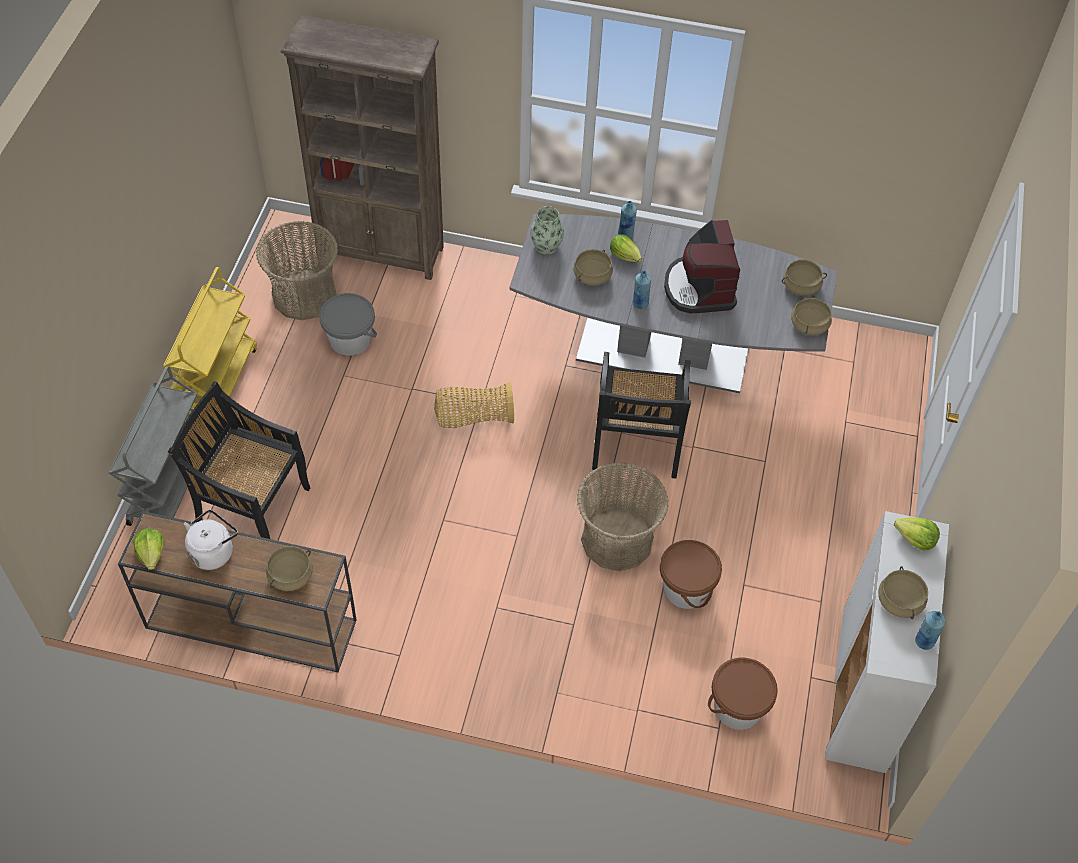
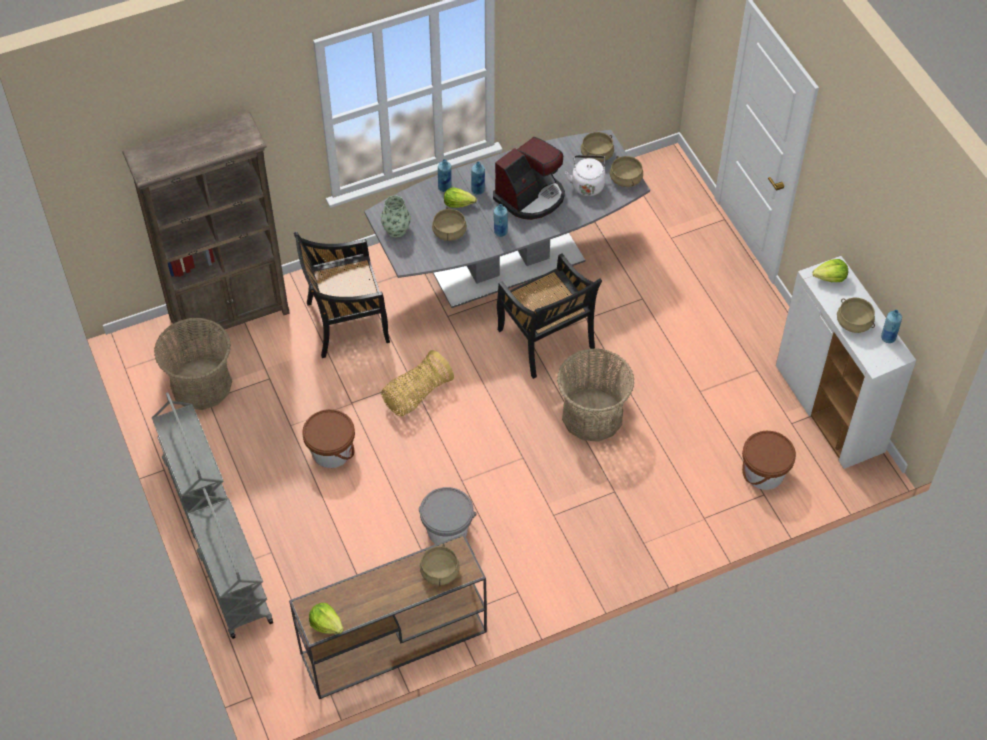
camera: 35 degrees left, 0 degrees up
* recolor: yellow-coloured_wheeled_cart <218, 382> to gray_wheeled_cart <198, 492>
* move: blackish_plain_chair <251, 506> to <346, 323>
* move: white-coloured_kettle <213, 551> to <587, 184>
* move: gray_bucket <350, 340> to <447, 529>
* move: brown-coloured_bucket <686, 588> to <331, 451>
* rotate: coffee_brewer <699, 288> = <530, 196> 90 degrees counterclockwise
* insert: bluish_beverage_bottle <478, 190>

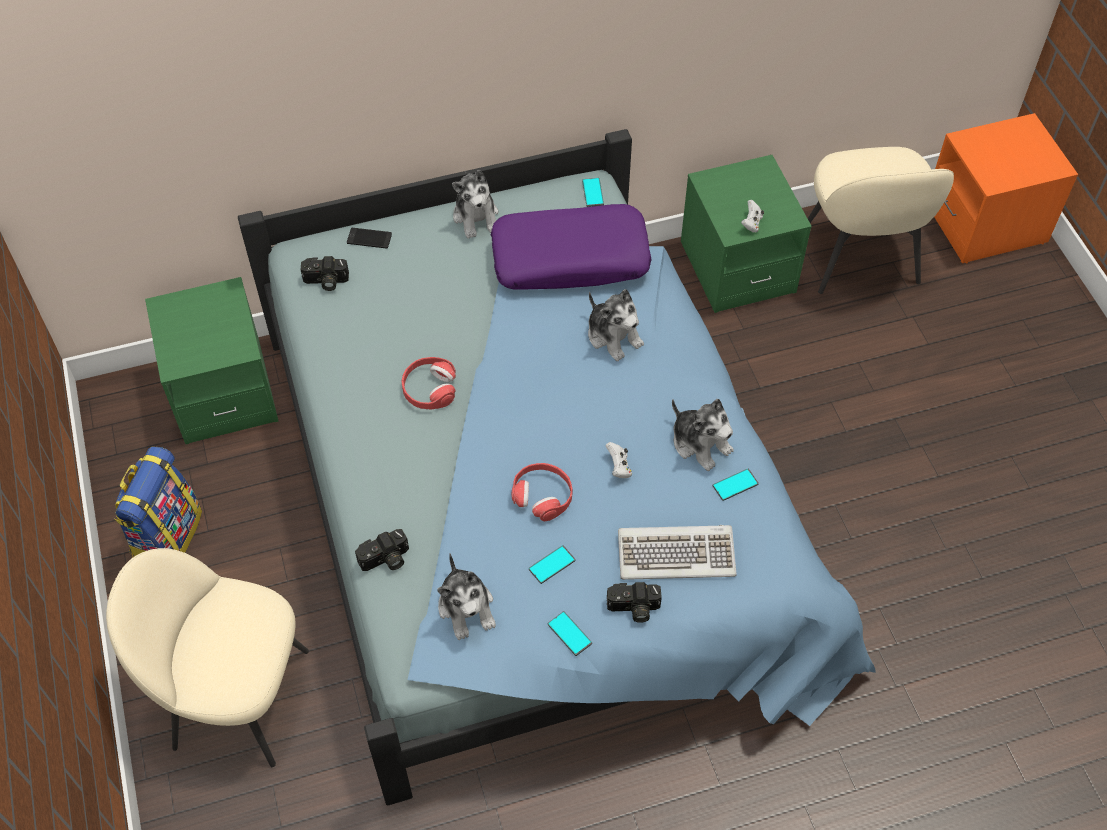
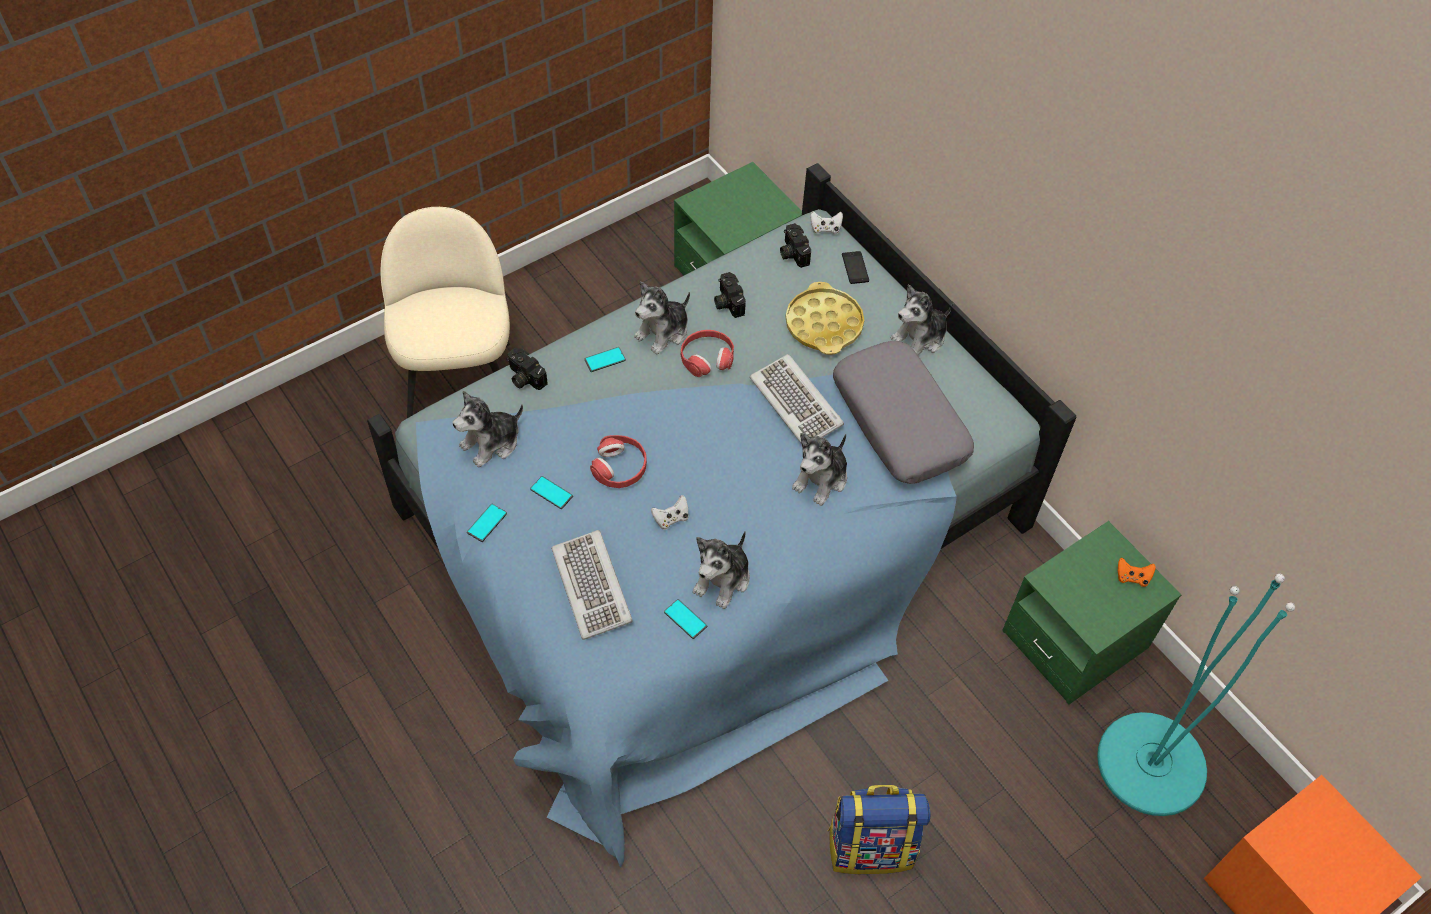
camera: 70 degrees right, 0 degrees up
* move: backpack <167, 535> to <871, 846>
* recolor: purplish_pillow <570, 258> to gray_pillow <900, 421>
* move: telephone <593, 192> to <605, 360>
* move: photo_camera <633, 609> to <727, 302>
* move: white-coloured_game_controller <751, 223> to <825, 229>
* replace: beige_plain_chair <860, 259> to blue-green_standard_lamp <1151, 763>
* insert: plush_toy <663, 332>
* insert: keyboard <797, 402>
* insert: yellow-coloured_serving_tray <824, 324>
* insert: orangey_game_controller <1132, 577>

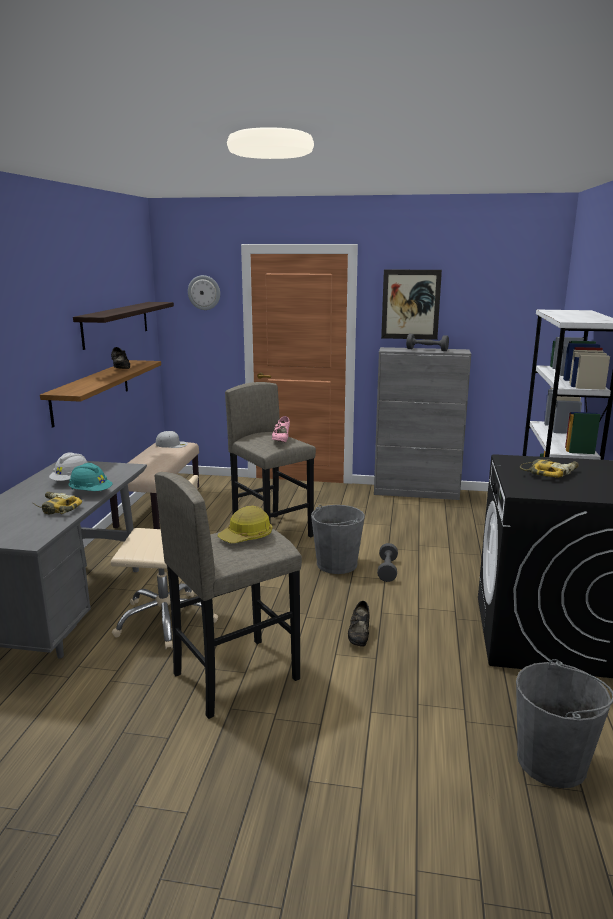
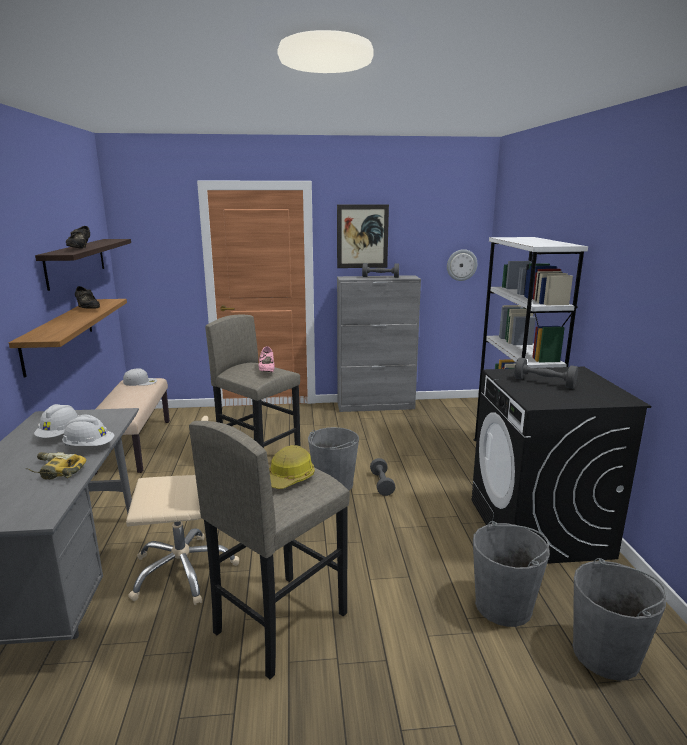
camera: 15 degrees left, 0 degrees up
* recolor: blue-green_work_helmet <91, 492> to white-coloured_work_helmet <89, 447>
* move: hanging_clock <204, 292> to <461, 265>
* move: blackish_shoe <359, 636> to <80, 249>
* replace: electric_drill <549, 473> to gray_free_weight <544, 383>
* insert: gray_bucket <504, 605>

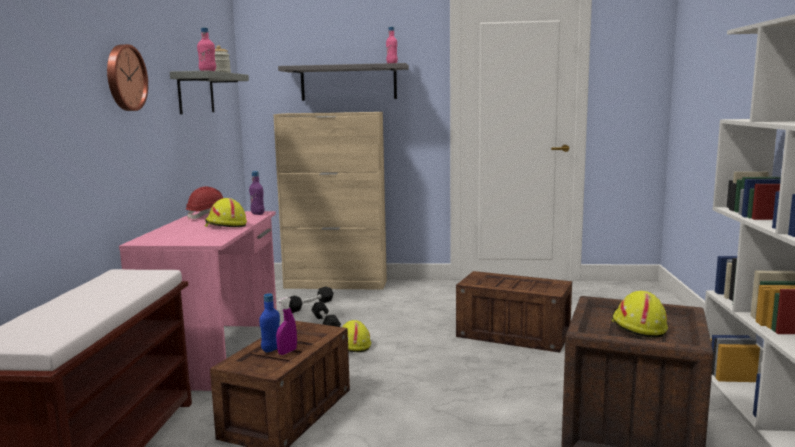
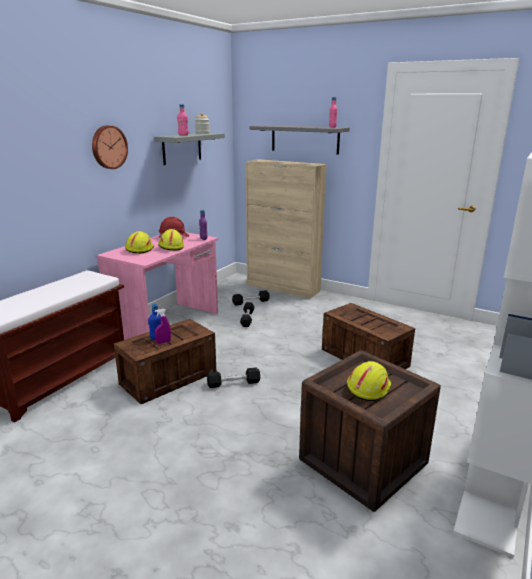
camera: 25 degrees right, 10 degrees up
* move: yellow-coloured_work_helmet <352, 345> to <139, 249>
* insert: blackish_free_weight <233, 383>

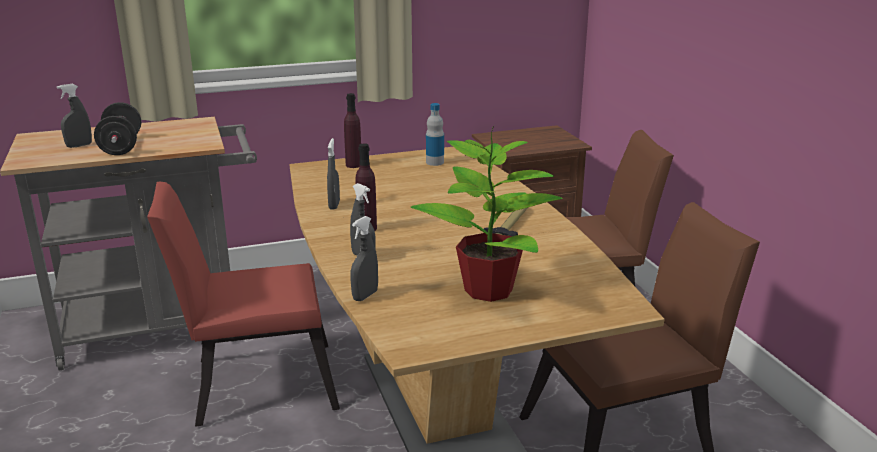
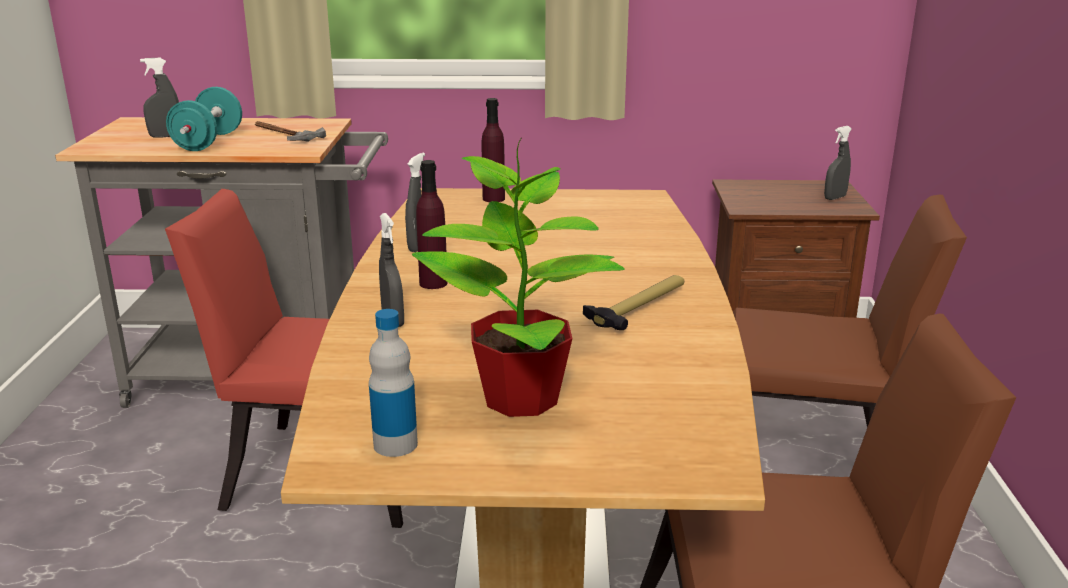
camera: 20 degrees right, 0 degrees up
* recolor: blackish_free_weight <121, 146> to blue-green_free_weight <208, 142>
* move: gray_sprayer <365, 296> to <835, 198>
* move: beverage_bottle <435, 162> to <395, 444>
* insert: hand_hammer <283, 134>

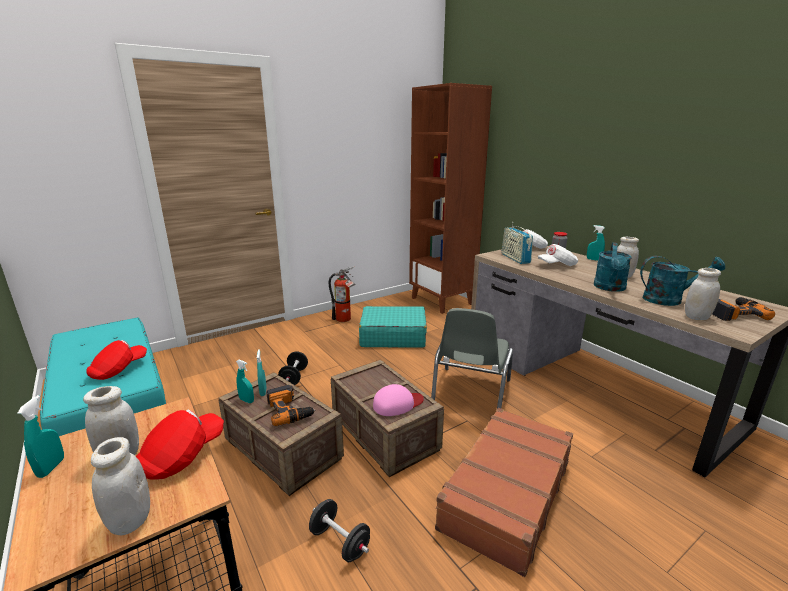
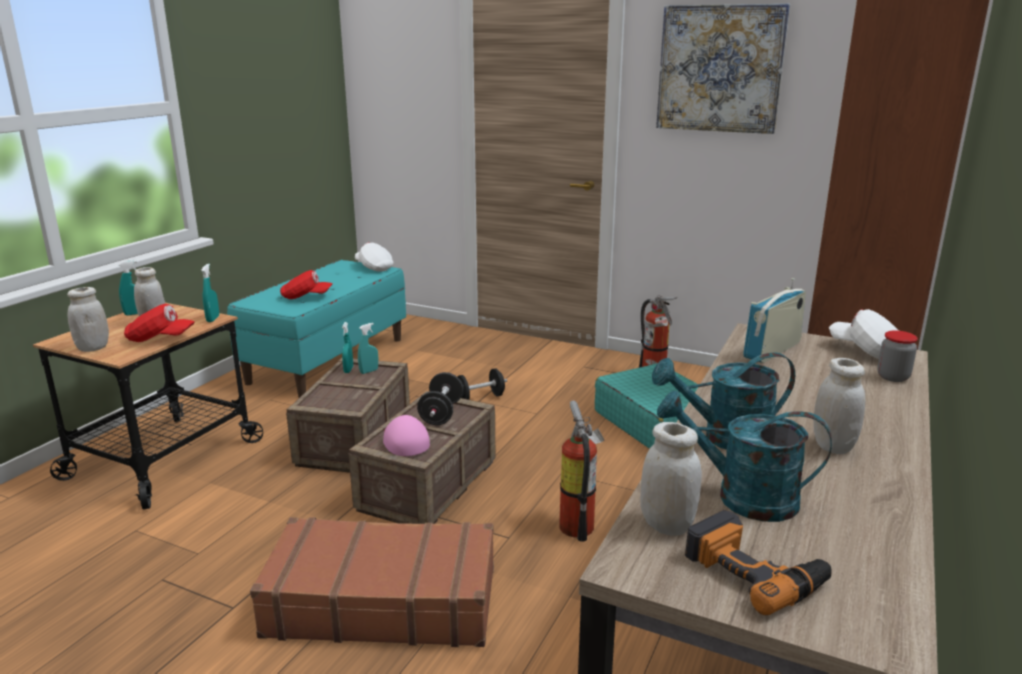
camera: 60 degrees right, 0 degrees up
* delete: electric_drill <289, 410>
* move: blackish_free_weight <340, 542> to <441, 413>
* rotate: pink_cap <397, 404> = <404, 440> 150 degrees counterclockwise
* replace: gray_plain_chair <470, 393> to fire-fighting_cylinder <578, 524>
* move: white-coloured_cap <557, 265> to <374, 267>
* move: blue-green_sprayer <593, 259> to <213, 319>
* rotate: blue-green_sprinkling_can <669, 299> = <742, 497> 135 degrees clockwise
* insert: wall_art <720, 69>

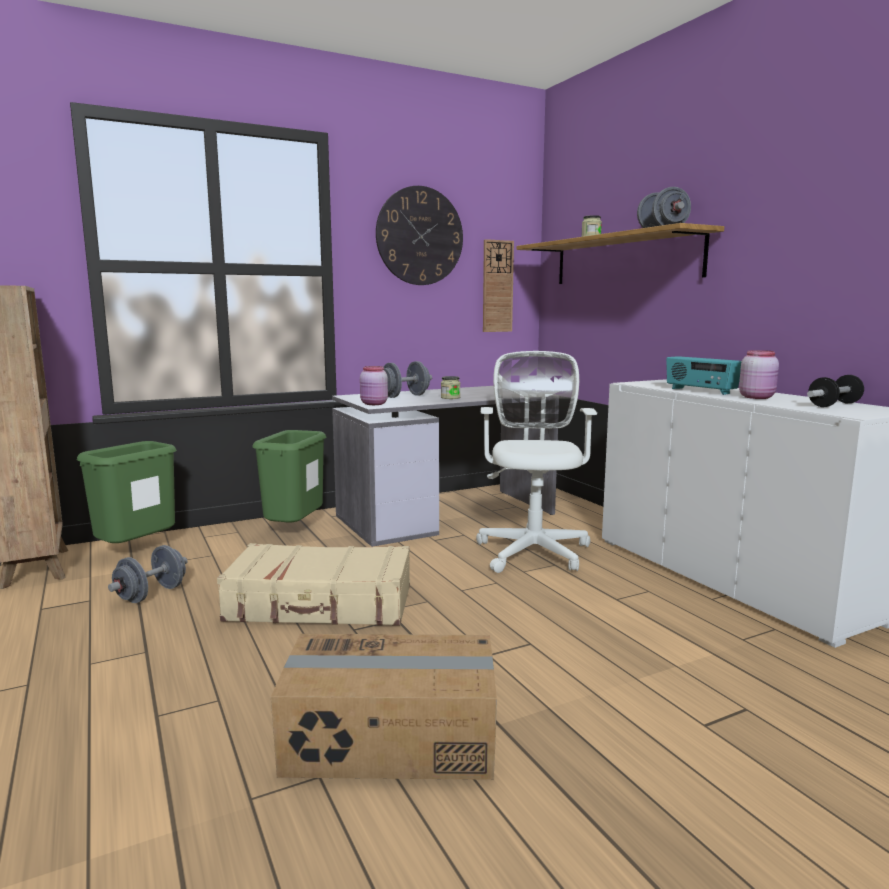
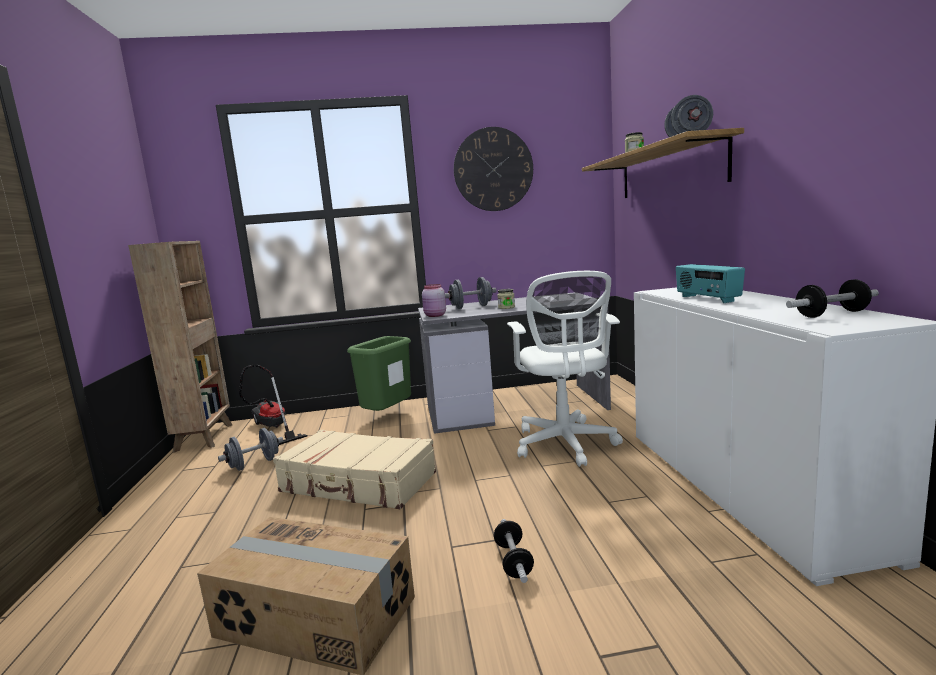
camera: 20 degrees right, 0 degrees up
* replace: green_rubbish_bin <137, 551> to vacuum_cleaner <272, 428>
* rotate: white-coloured_office_chair <533, 550> = <565, 445> 150 degrees clockwise
* delete: hanging_clock <497, 286>
* delete: pink_storage_jar <757, 397>
* insert: free_weight <513, 561>

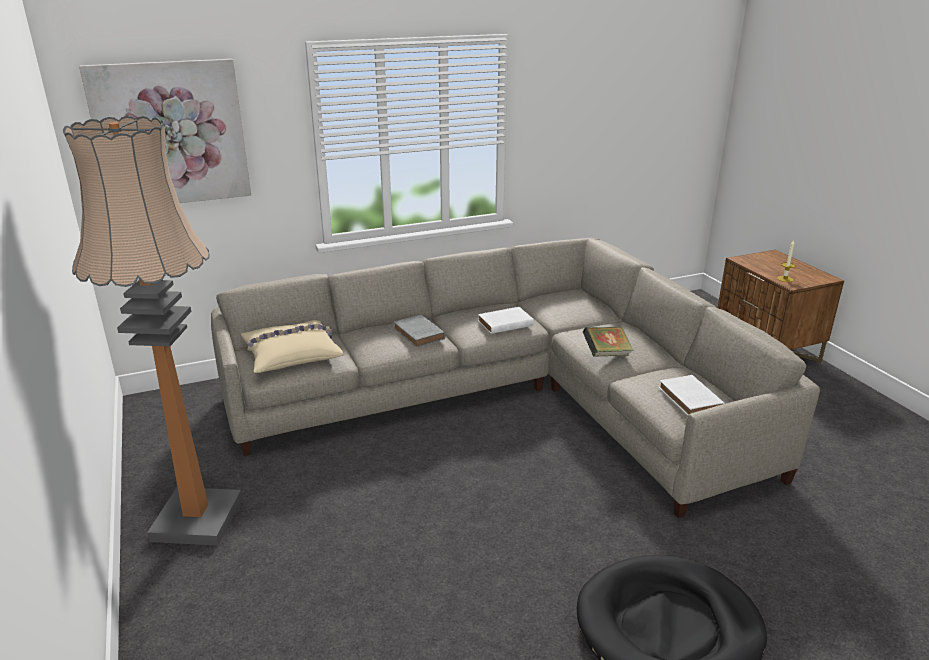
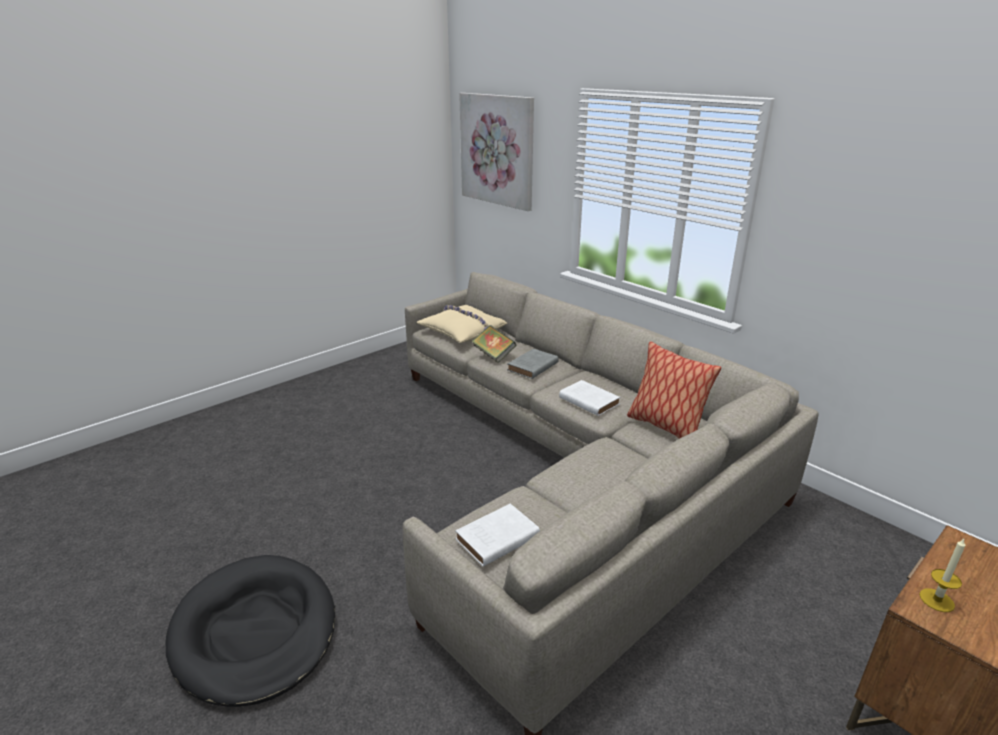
camera: 70 degrees right, 0 degrees up
* delete: standard_lamp <197, 519>
* move: bound_book <606, 354> to <493, 355>
* insert: pillow <665, 427>

